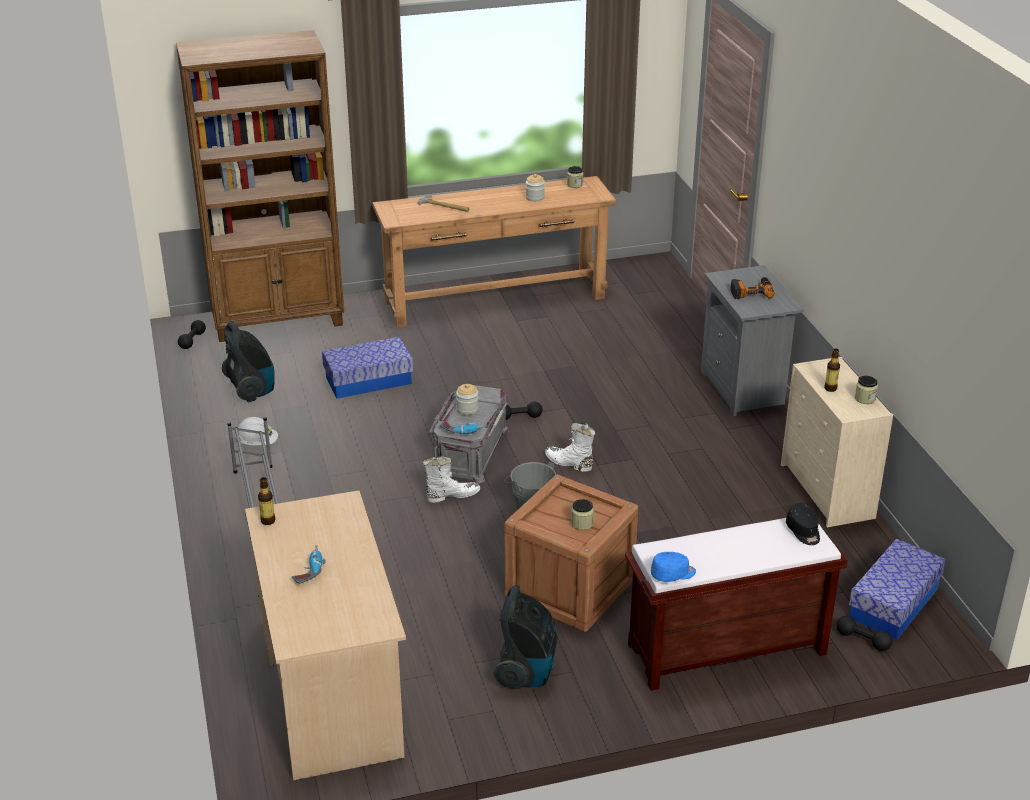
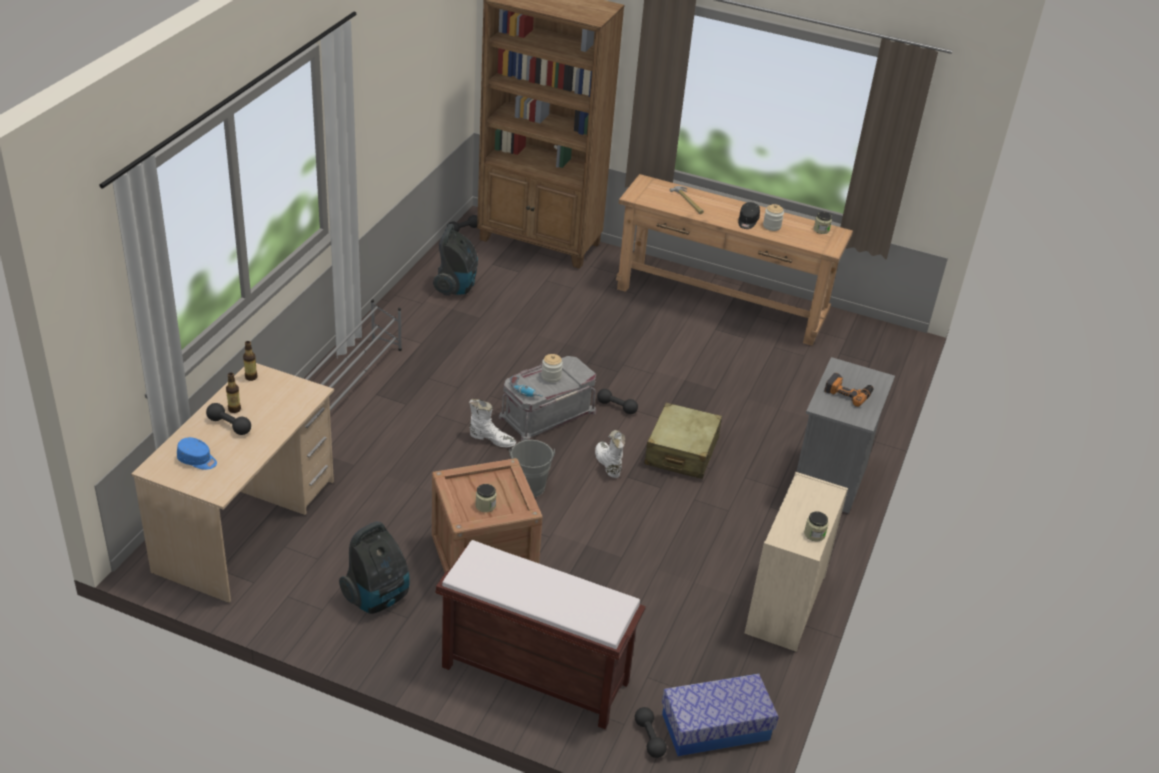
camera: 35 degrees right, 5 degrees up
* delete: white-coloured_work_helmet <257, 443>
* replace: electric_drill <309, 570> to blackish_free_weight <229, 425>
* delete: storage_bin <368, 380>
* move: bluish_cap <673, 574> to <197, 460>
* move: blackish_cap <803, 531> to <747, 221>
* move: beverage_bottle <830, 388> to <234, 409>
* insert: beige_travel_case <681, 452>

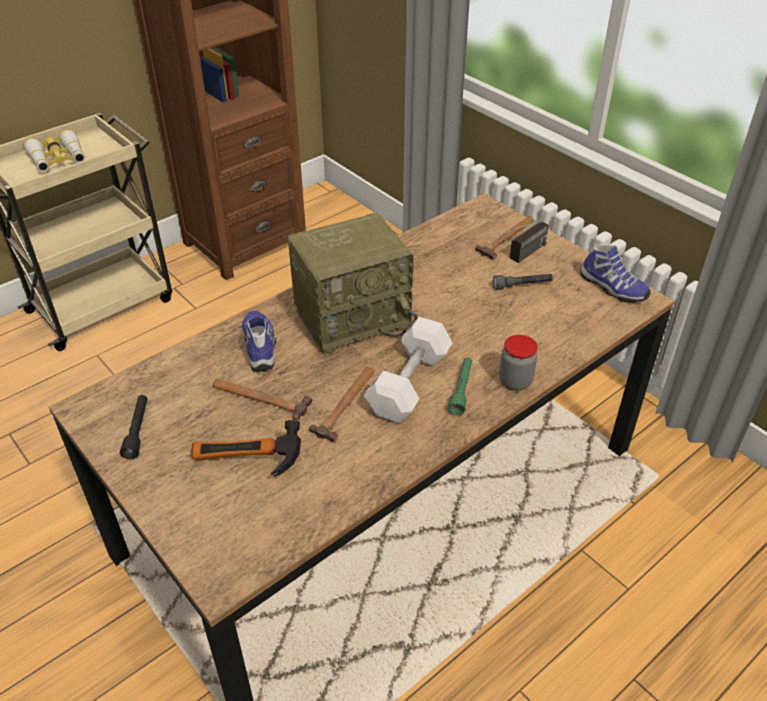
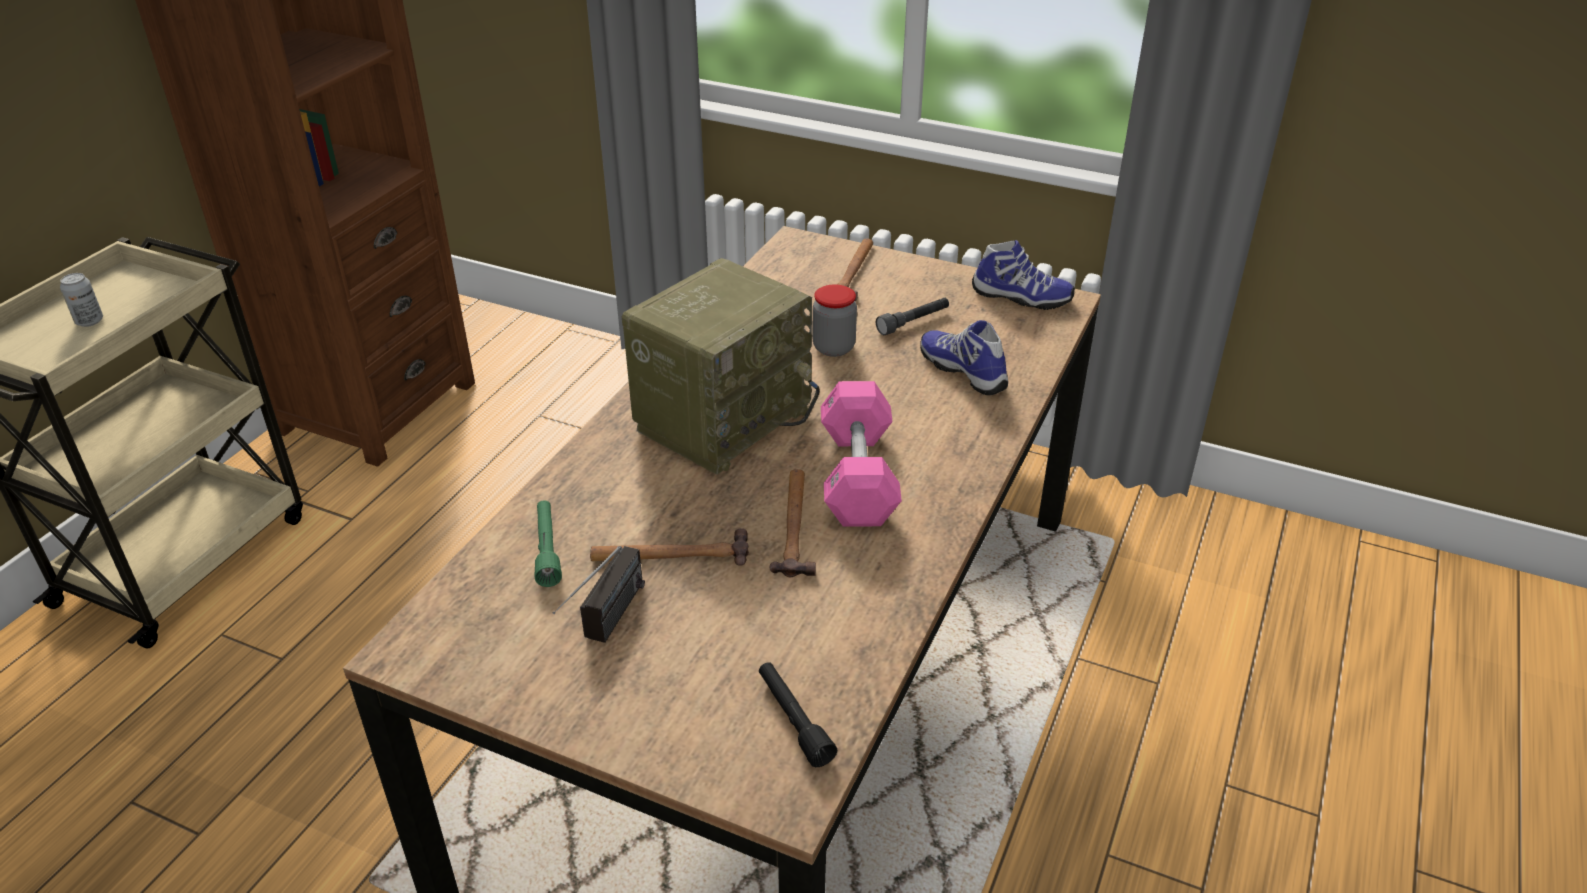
camera: 25 degrees left, 5 degrees down
* replace: pair_of_binoculars <58, 159> to metal_can <89, 321>
* move: blackish_hand_torch <137, 430> to <793, 720>
* delete: hand_hammer <246, 466>
* move: shoe <261, 347> to <964, 371>
* recolor: white-coloured_free_weight <409, 384> to pink_free_weight <858, 476>
* move: green_hand_torch <461, 390> to <547, 549>
* move: radio_set <521, 256> to <606, 627>
* move: storage_jar <515, 381> to <833, 348>

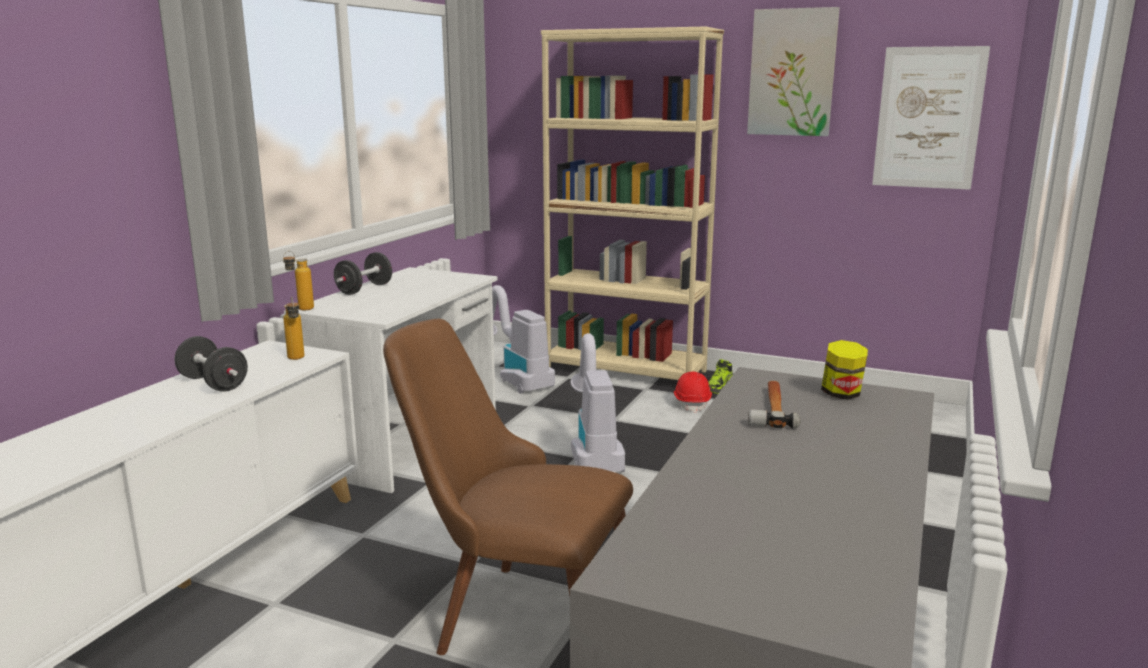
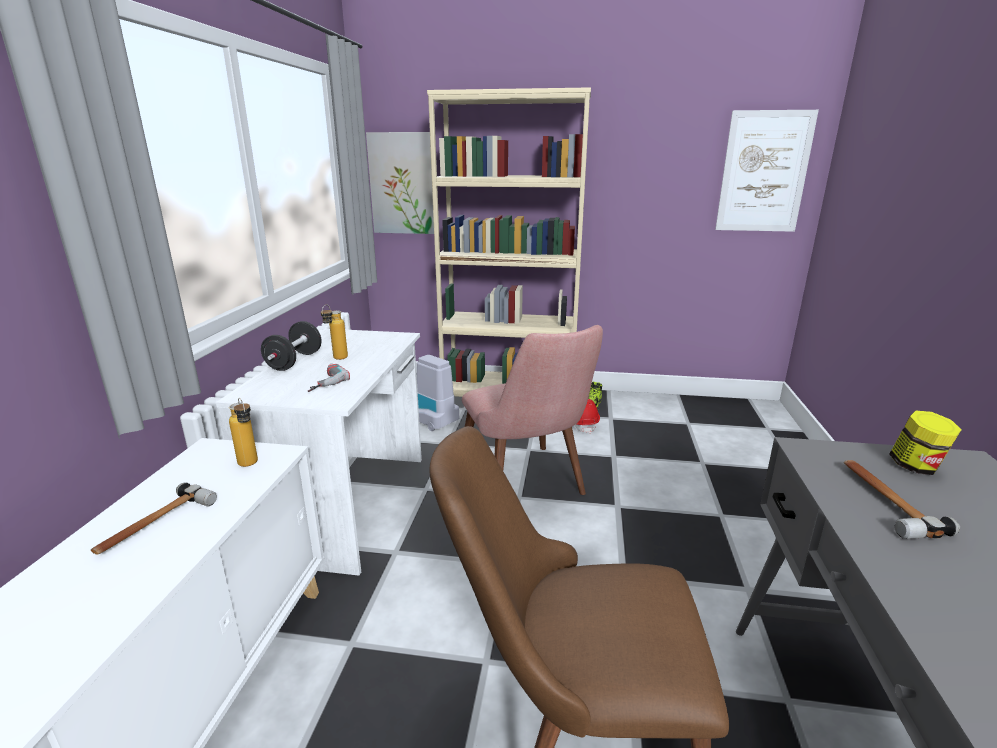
camera: 15 degrees left, 5 degrees up
* replace: blackish_free_weight <213, 383> to hand_hammer <155, 525>
* move: beverage_bottle <300, 310> to <336, 359>
* replace: vacuum_cleaner <592, 450> to pink_plain_chair <528, 487>
* move: wall_art <792, 73> to <402, 184>
* insert: electric_drill <322, 381>

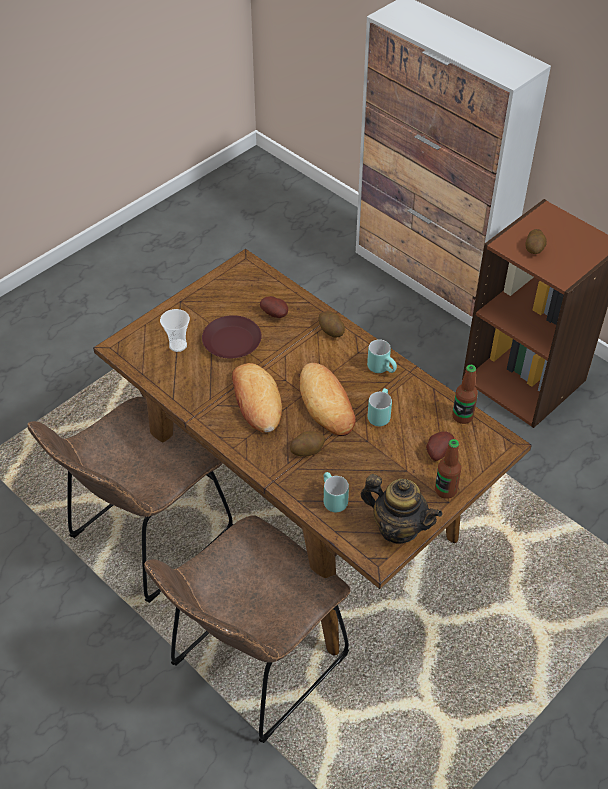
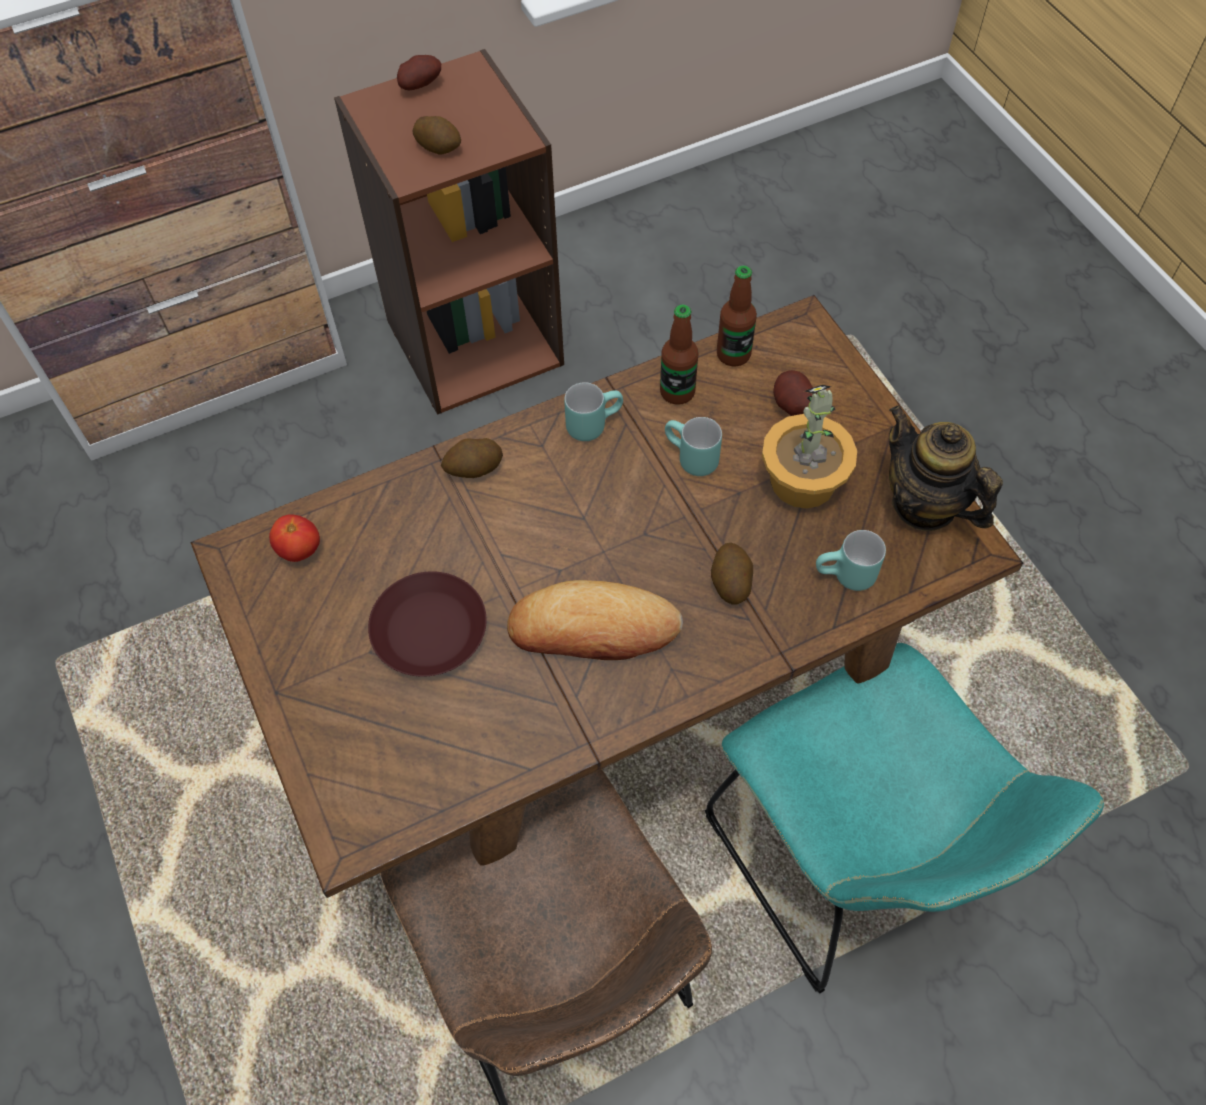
camera: 70 degrees left, 10 degrees up
* recolor: brown-coloured_plain_chair <253, 666> to blue-green_plain_chair <850, 866>
* delete: small_cup <178, 345>
* move: spud <275, 314> to <420, 85>
* delete: baked_bread <326, 403>
* rotate: tea_pot <398, 527> = <924, 505> 90 degrees counterclockwise
* move: beverage_bottle <445, 490> to <677, 392>
* insert: whole_tomato <299, 550>
* insert: potted_plant <803, 482>

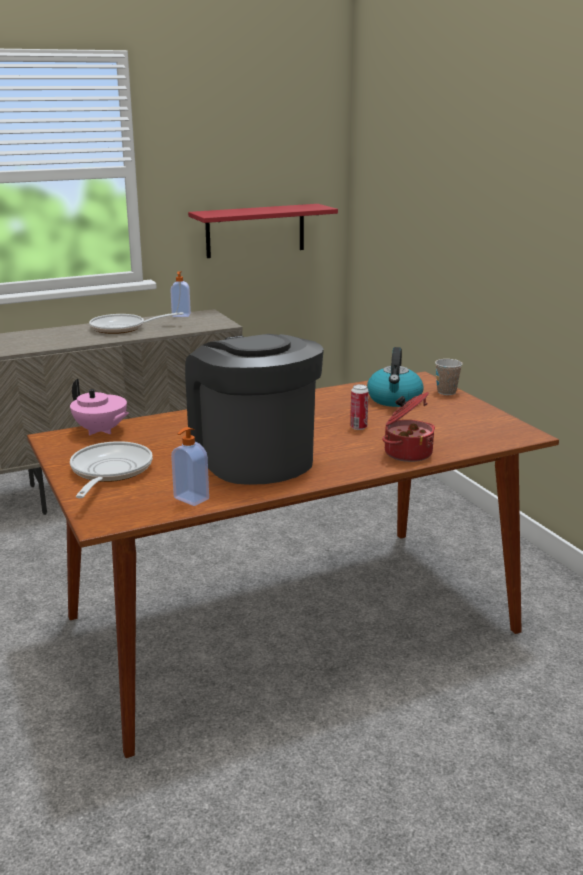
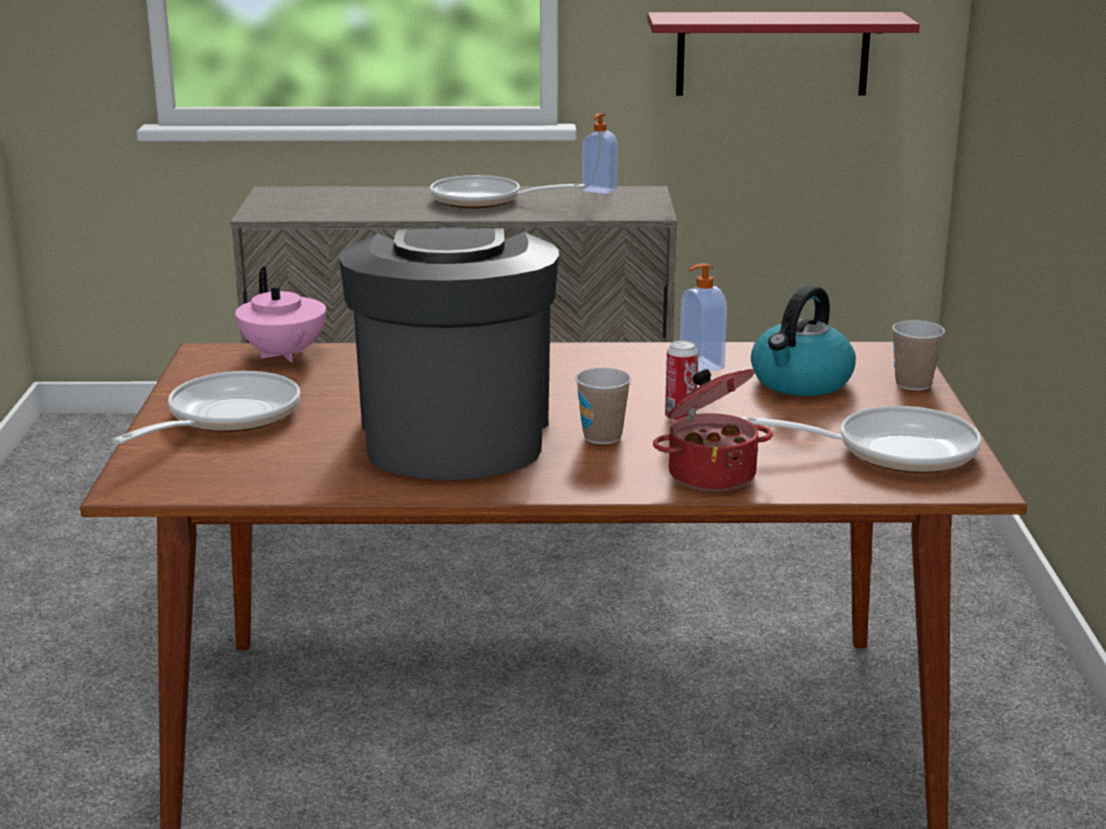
camera: 25 degrees right, 0 degrees up
* move: soap_dispenser <190, 499> to <700, 365>
* insert: small_cup <602, 437>
* insert: skillet <893, 450>

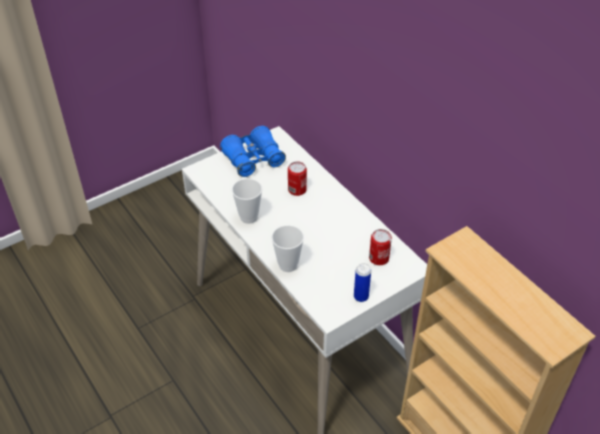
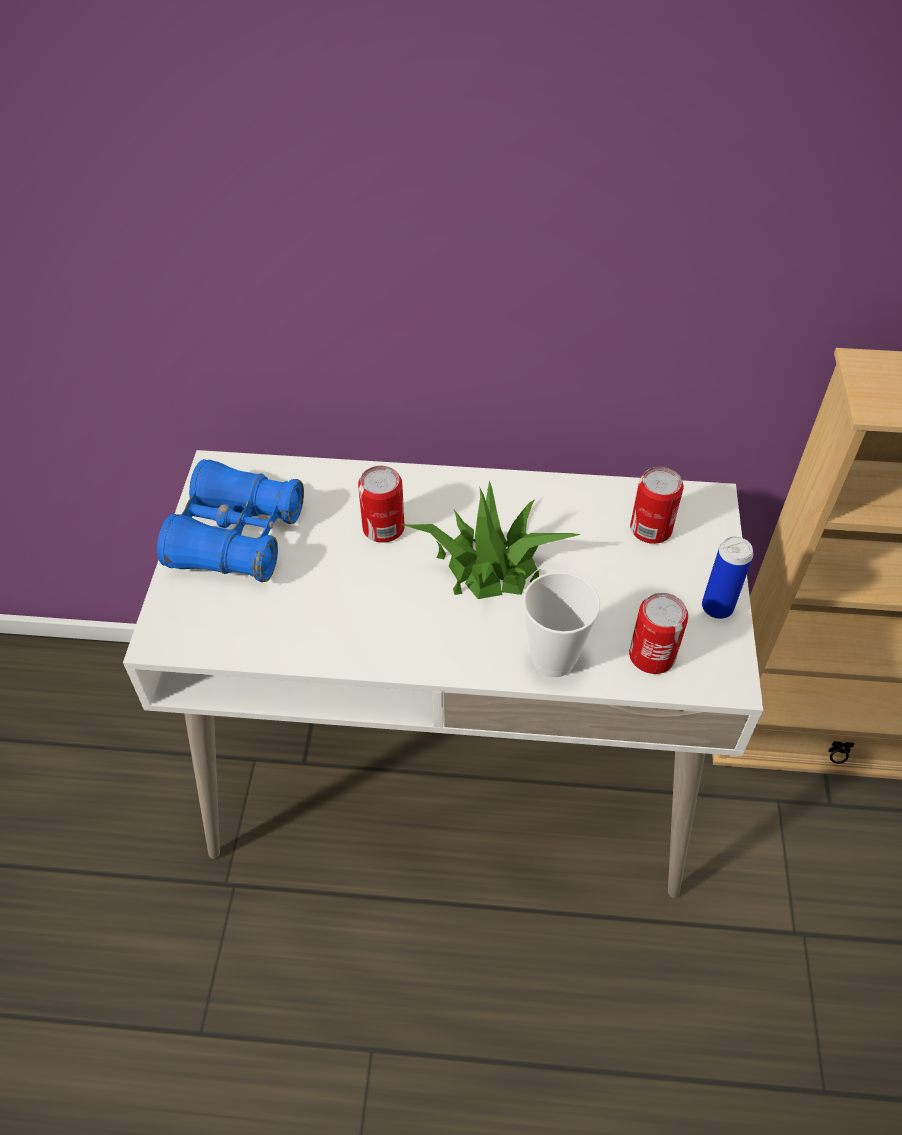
camera: 50 degrees left, 5 degrees up
* delete: small_cup <248, 217>
* insert: potted_plant <489, 564>
* insert: metal_can <652, 656>

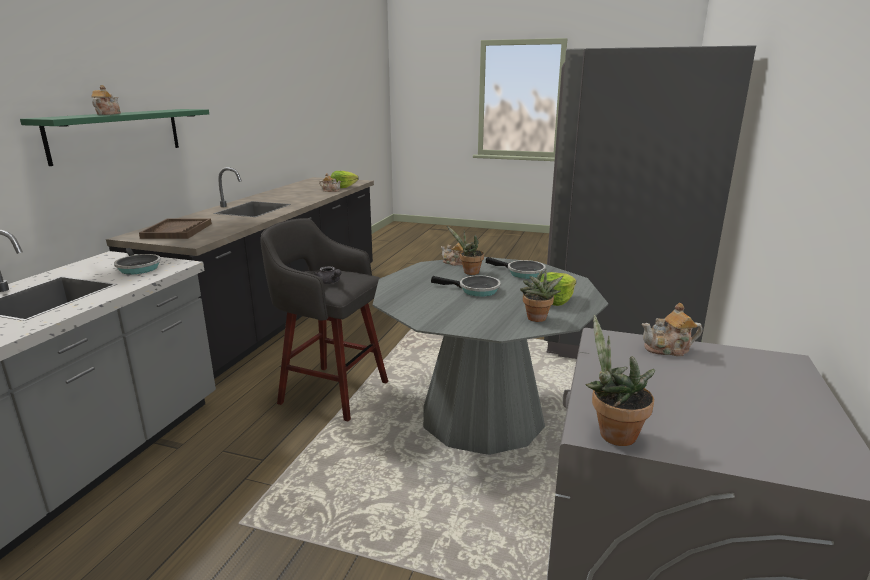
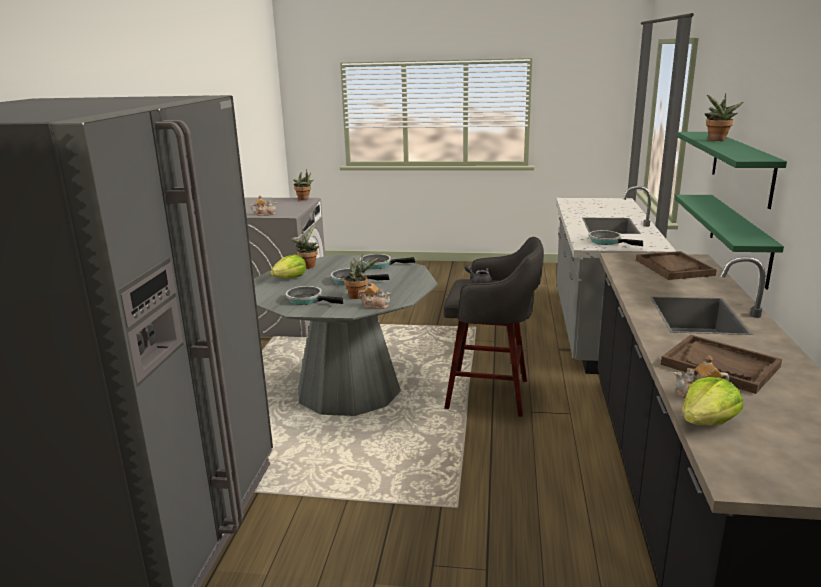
camera: 170 degrees right, 0 degrees up
* replace: tea_pot <107, 114> to potted_plant <716, 140>
* insert: skillet <379, 265>
* insert: brown-coloured_serving_tray <720, 366>
* insert: green_shelf <739, 238>

